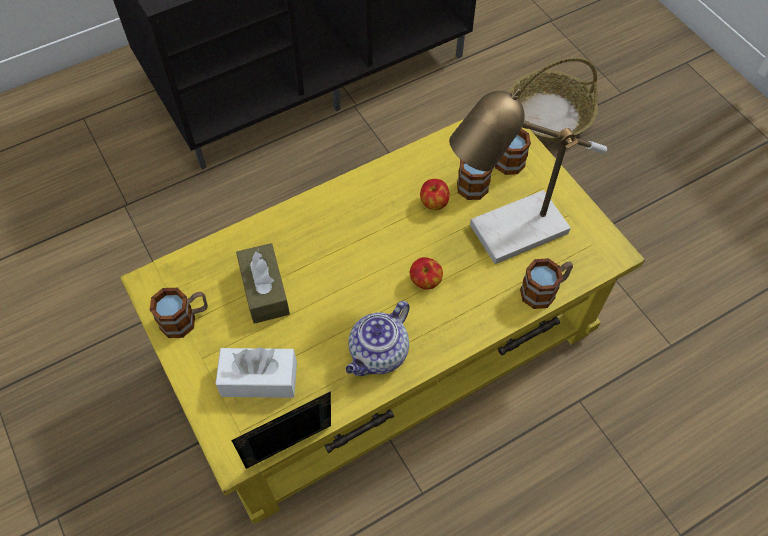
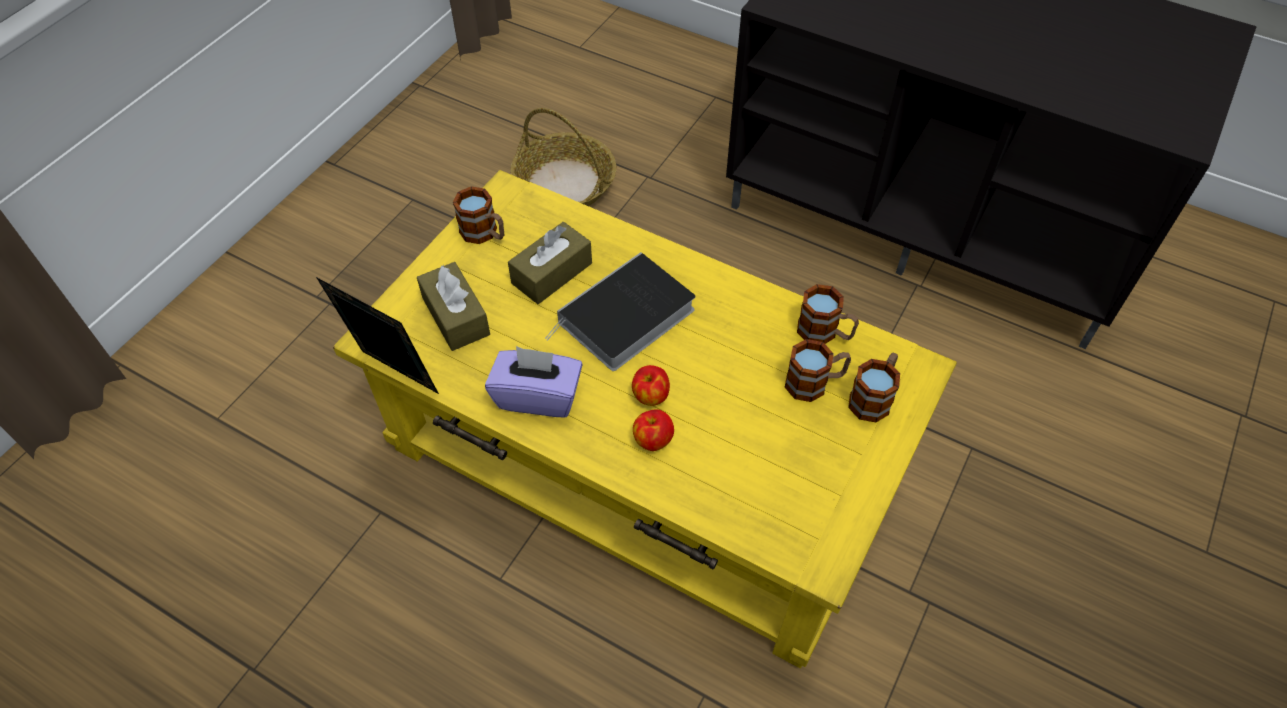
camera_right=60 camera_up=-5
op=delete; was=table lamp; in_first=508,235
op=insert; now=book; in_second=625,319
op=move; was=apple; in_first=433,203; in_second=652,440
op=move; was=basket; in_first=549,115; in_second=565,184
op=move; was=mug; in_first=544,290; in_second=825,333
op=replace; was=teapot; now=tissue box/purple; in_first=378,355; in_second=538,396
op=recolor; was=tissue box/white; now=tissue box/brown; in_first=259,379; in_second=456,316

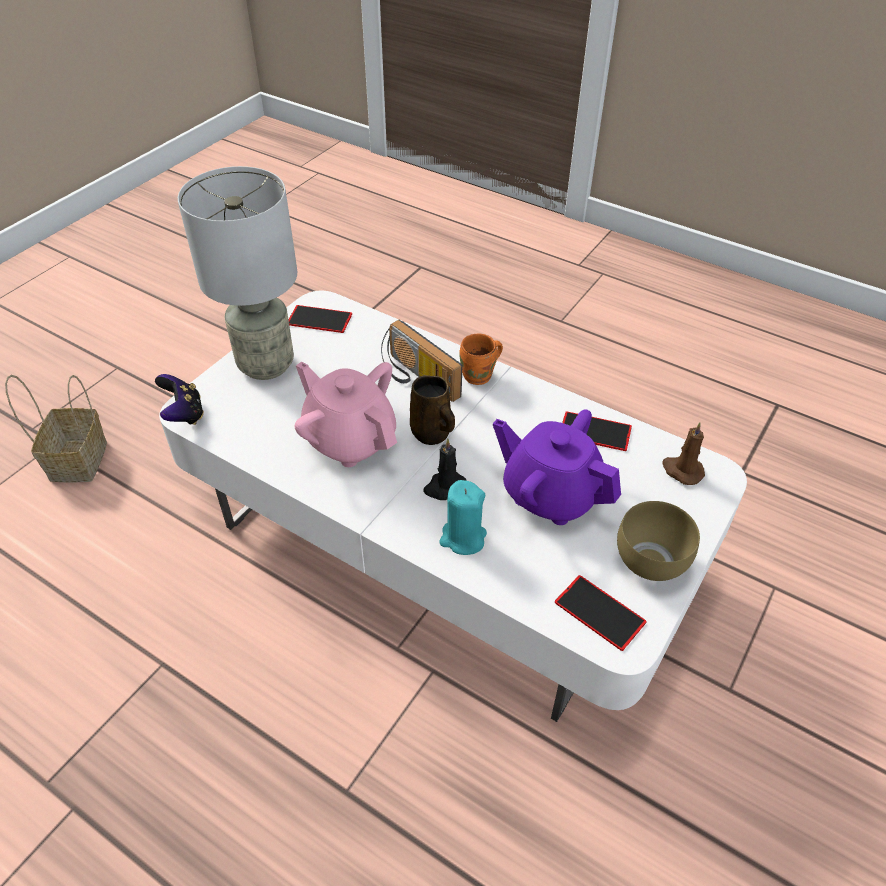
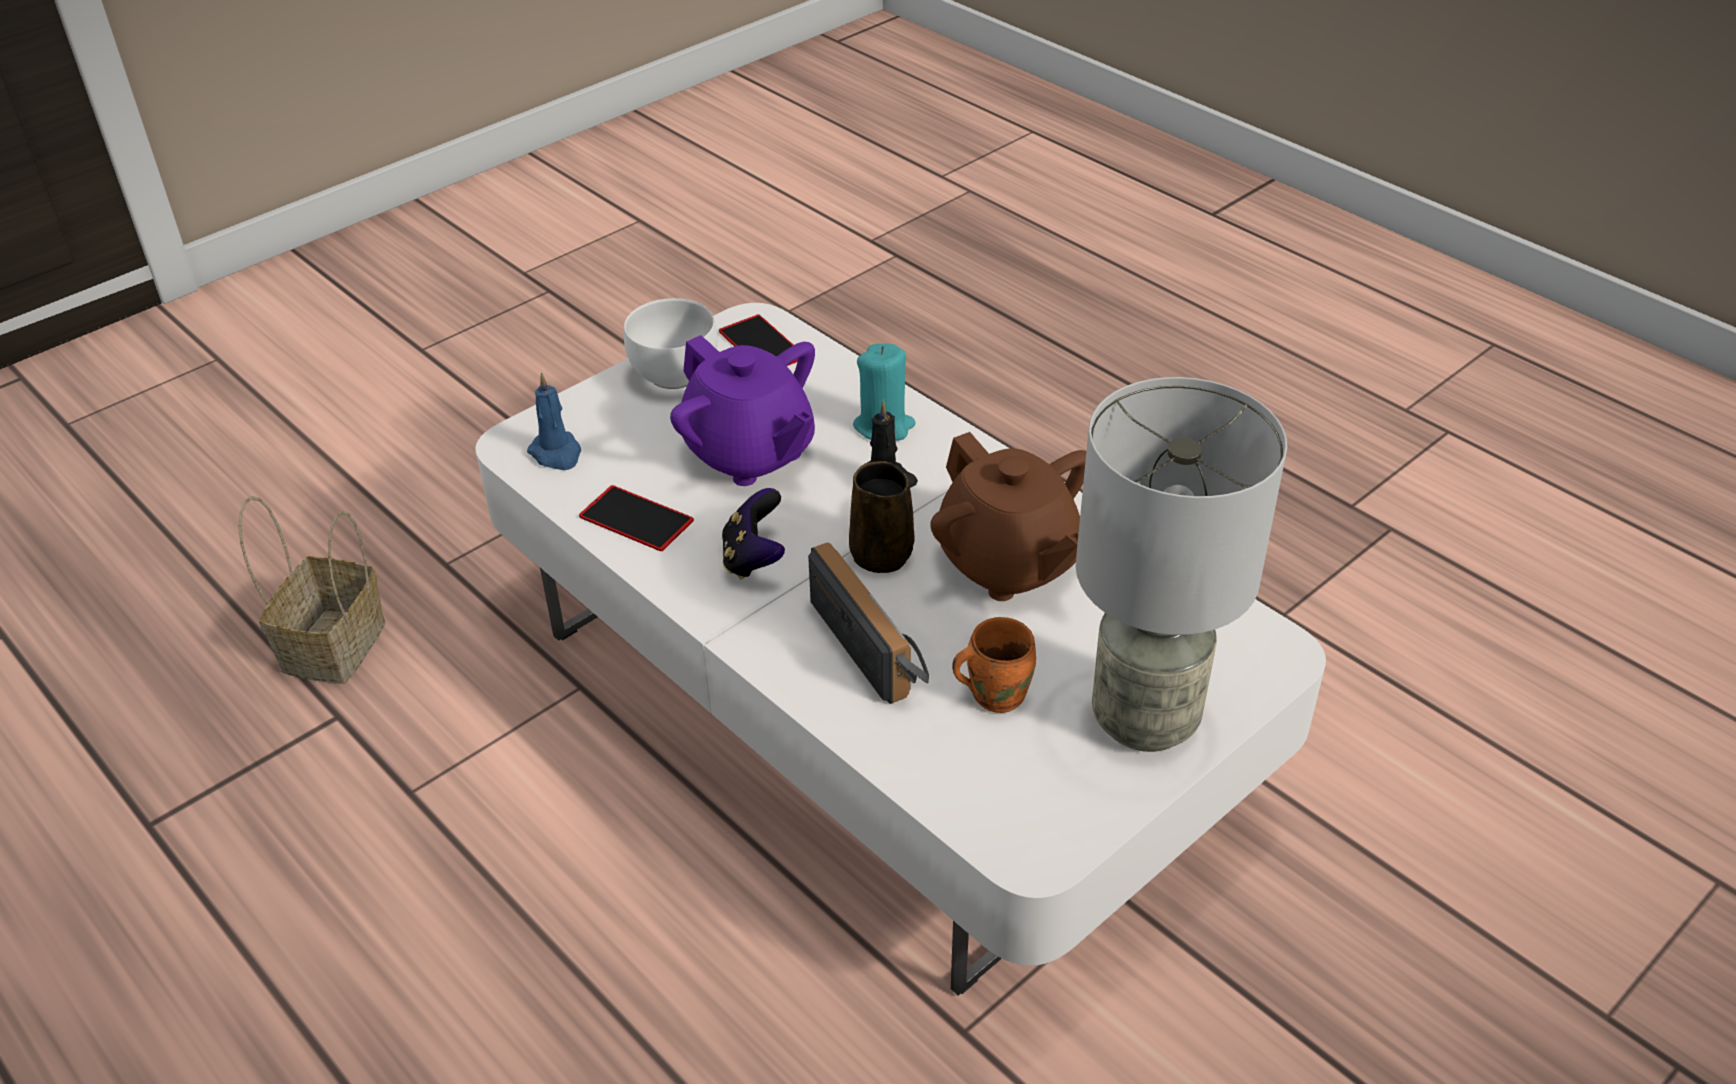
camera_right=-165 camera_up=-5
op=delete; was=phone; in_first=319,319
op=move; was=basket; in_first=78,459; in_second=334,649
op=move; was=game controller; in_first=184,414; in_second=754,559
op=move; was=mug/orange; in_first=480,376; in_second=994,693
op=recolor; was=teapot/pink; now=teapot/brown; in_first=350,439; in_second=1008,564
op=recolor; was=bowl/brown; now=bowl/white; in_first=653,561; in_second=671,374
op=recolor; was=candle/brown; now=candle/blue; in_first=682,470; in_second=557,454

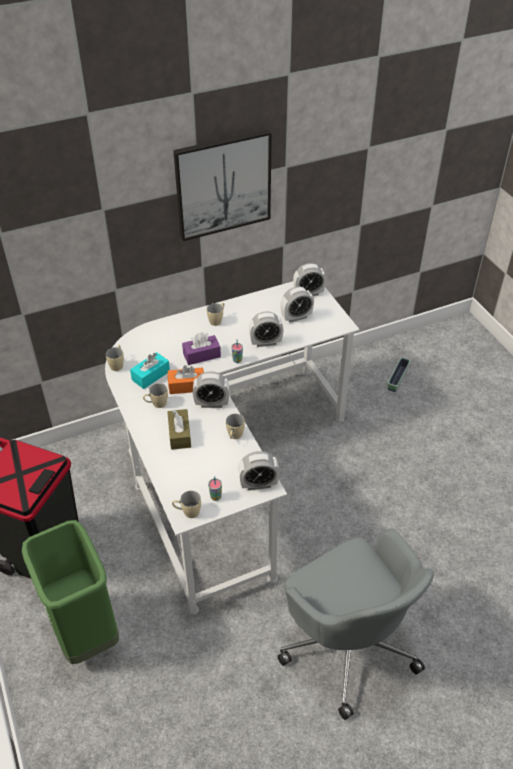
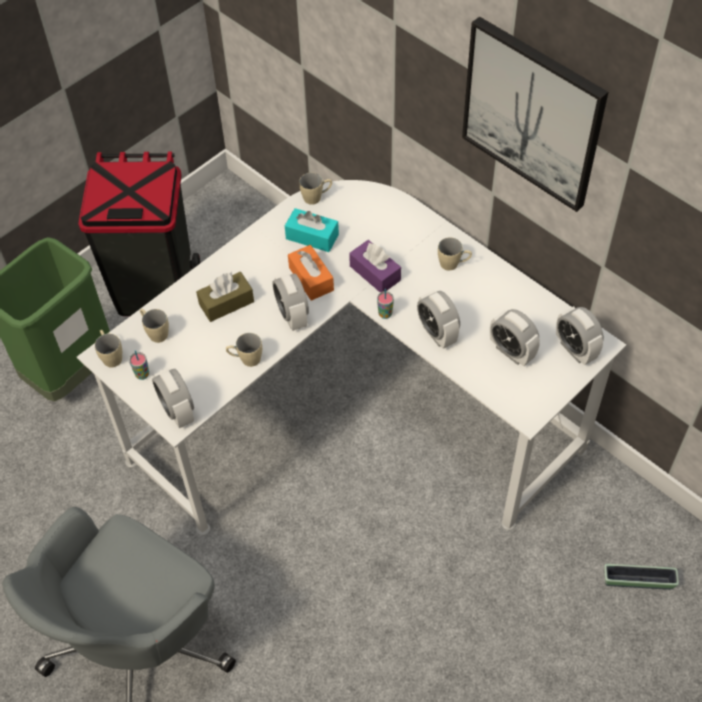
camera_right=70 camera_up=10
op=move; was=mug/beige; in_first=156,404; in_second=155,332

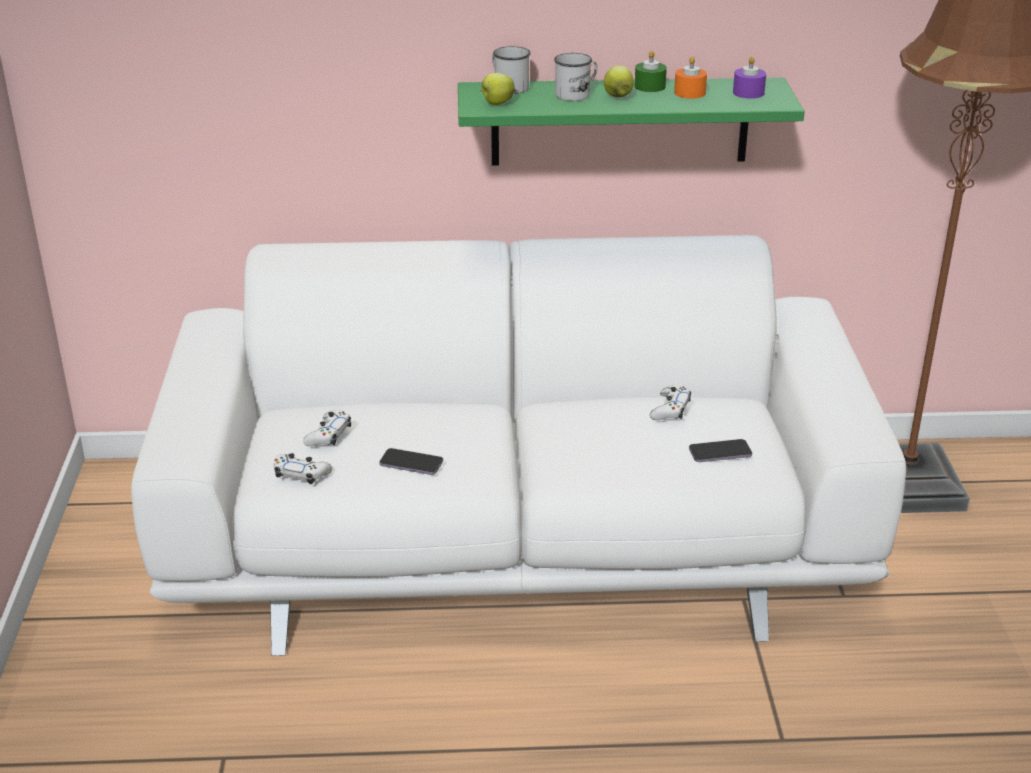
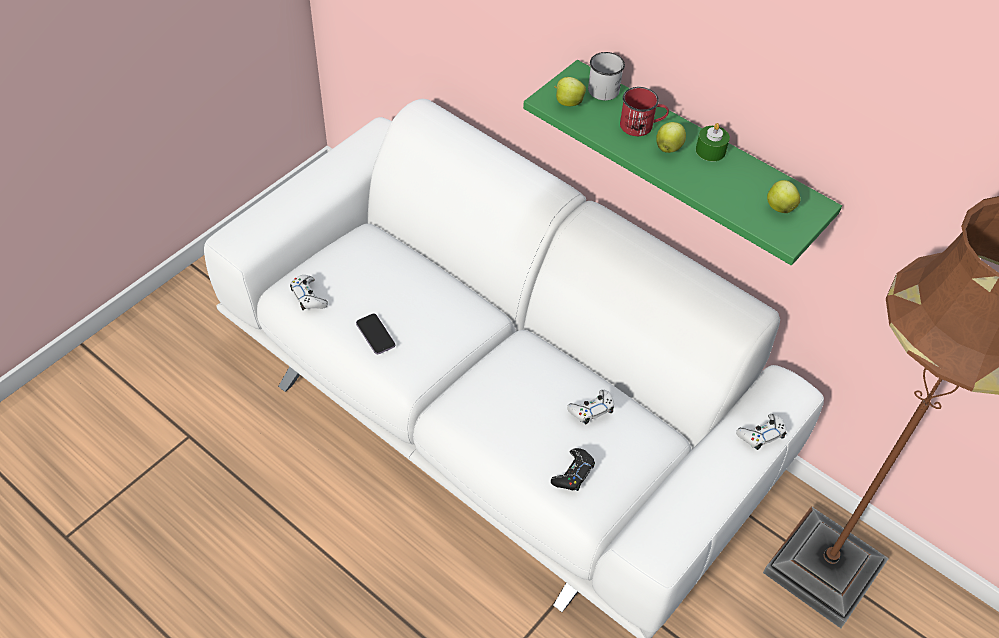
camera_right=40 camera_up=20
op=delete; was=candle/orange; in_first=689,93
op=move; was=game controller/white; in_first=328,435; in_second=761,434
op=replace; was=phone; now=game controller/black; in_first=720,452; in_second=573,473
op=replace; was=candle/purple; now=apple; in_first=748,93; in_second=779,207
op=recolor; was=mug/white; now=mug/red; in_first=577,94; in_second=641,126

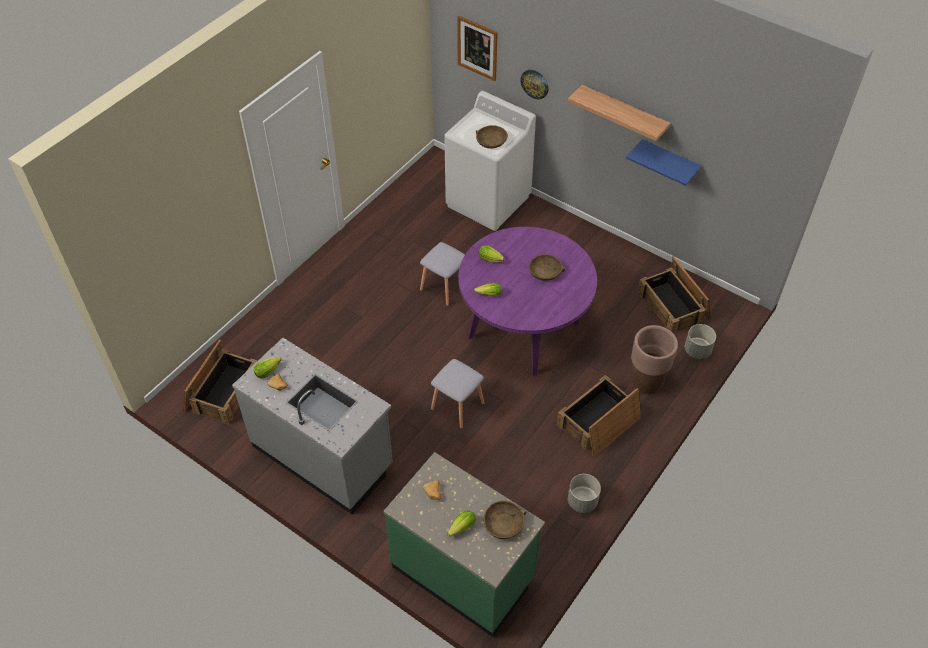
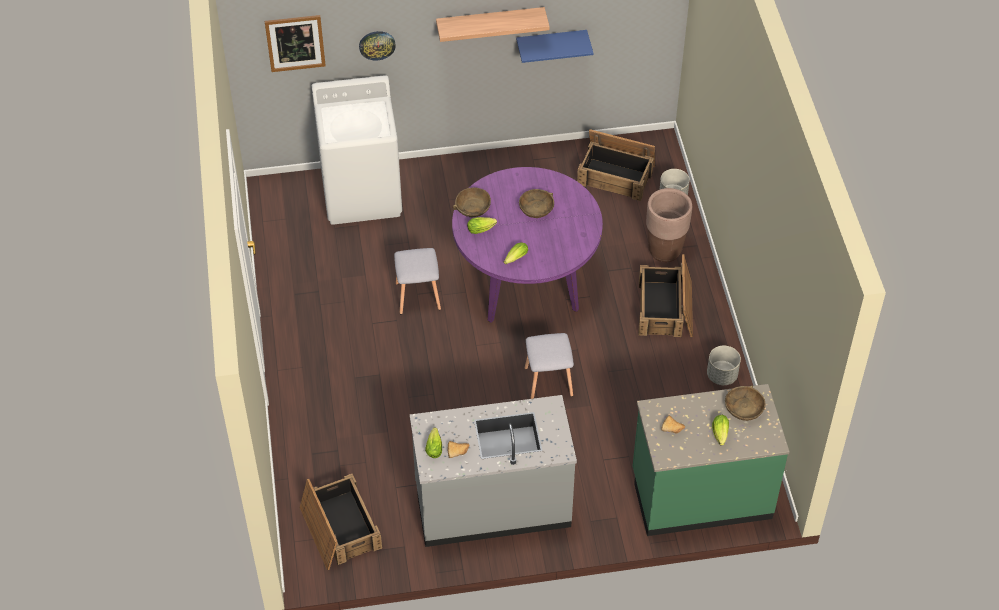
camera_right=-45 camera_up=0
op=move; was=bowl/brown; in_first=491,141; in_second=472,207

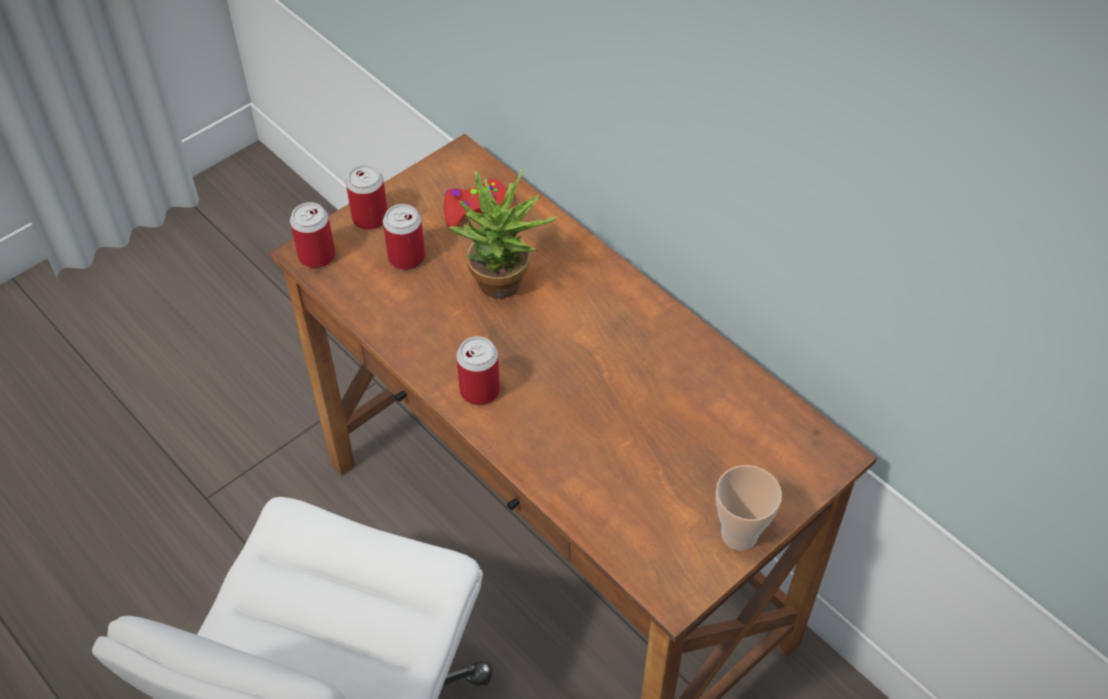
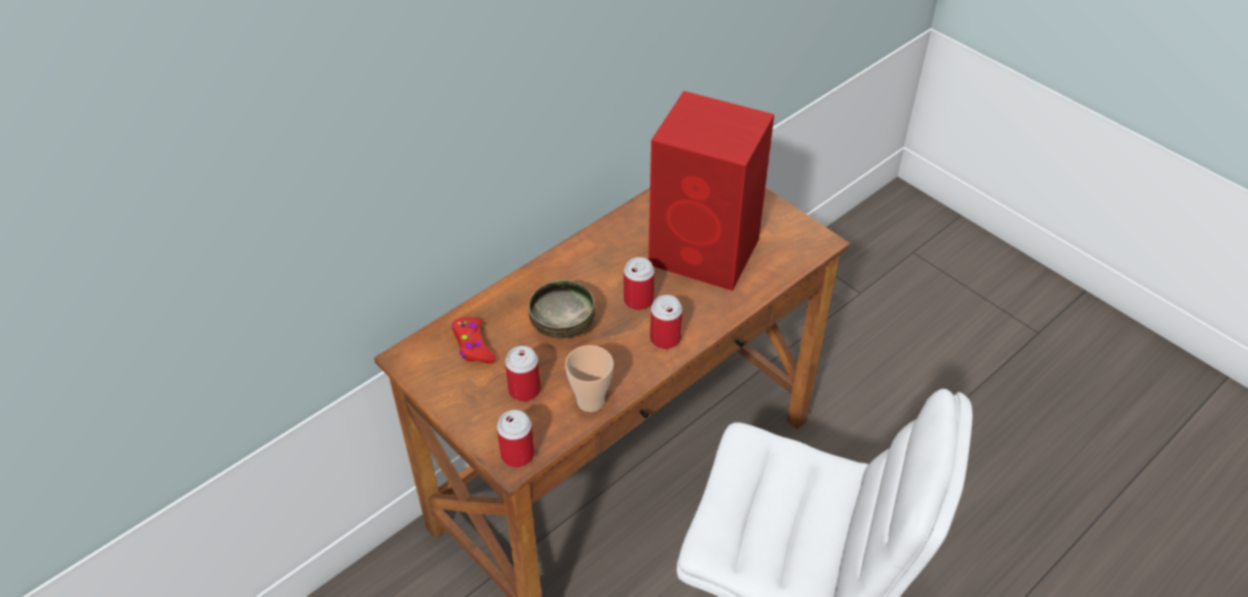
camera_right=-90 camera_up=-5
op=insert; now=speaker/red; in_second=707,252
op=move; was=can; in_first=370,218; in_second=638,300
op=move; was=cup; in_first=739,535; in_second=590,401
op=replace; was=potted plant; now=bowl; in_first=504,289; in_second=563,326

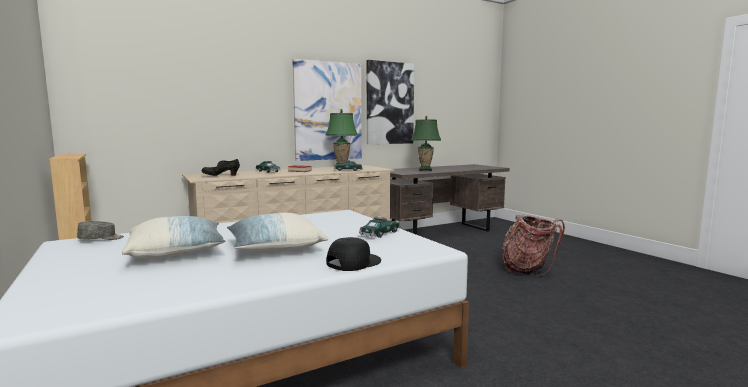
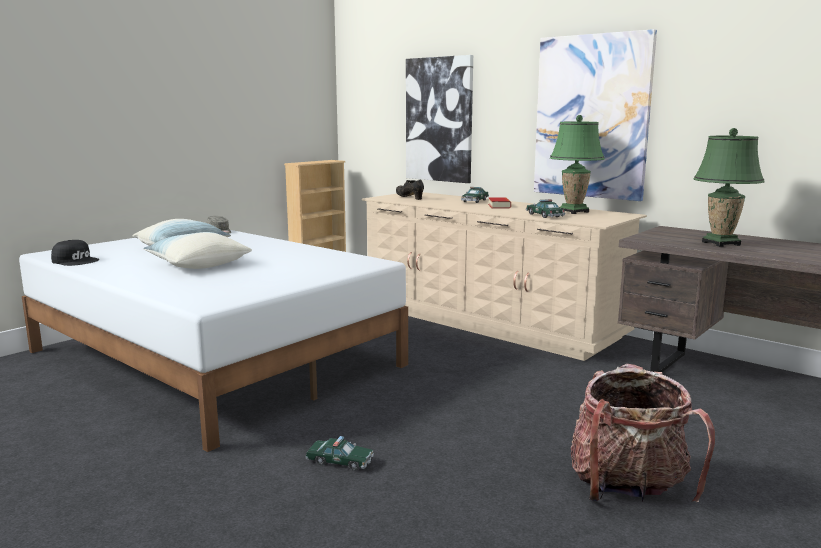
camera_right=70 camera_up=5
op=move; was=cap/black; in_first=353,262; in_second=76,261
op=move; was=toy car; in_first=380,233; in_second=340,461
op=move; was=picture; in_first=389,103; in_second=439,120

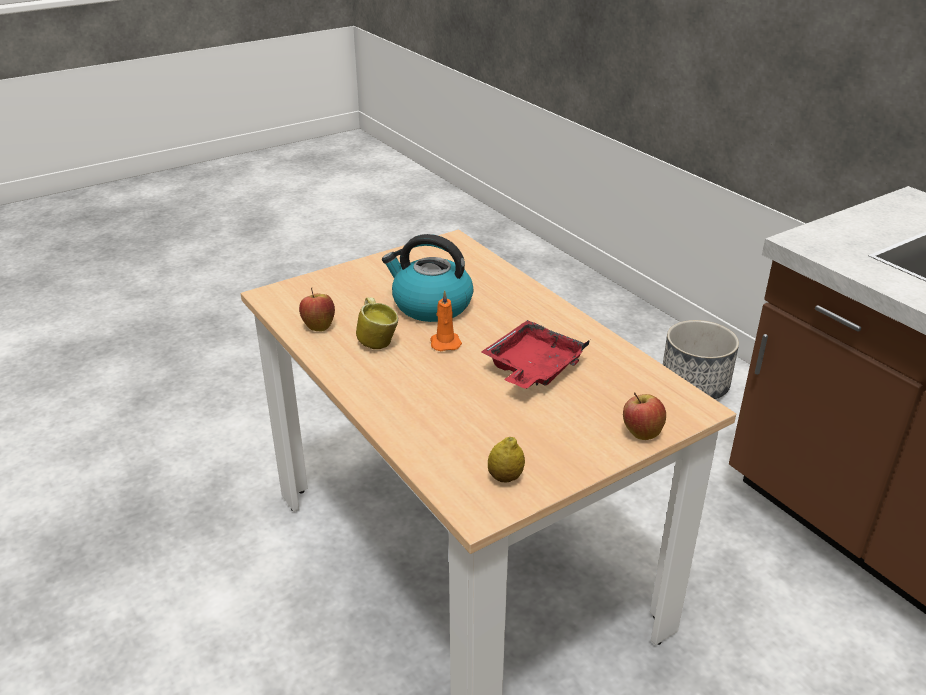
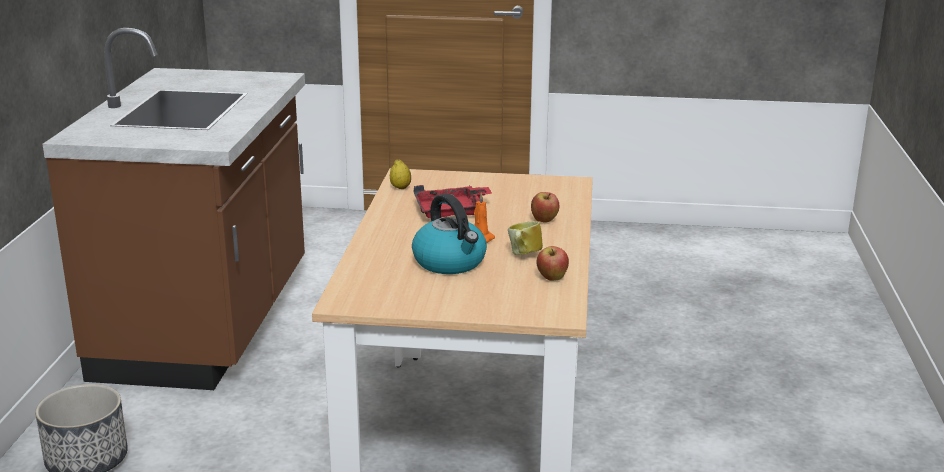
camera_right=-140 camera_up=-10
op=move; was=lemon; in_first=505,477; in_second=400,188
op=move; was=apple; in_first=641,433; in_second=544,221

